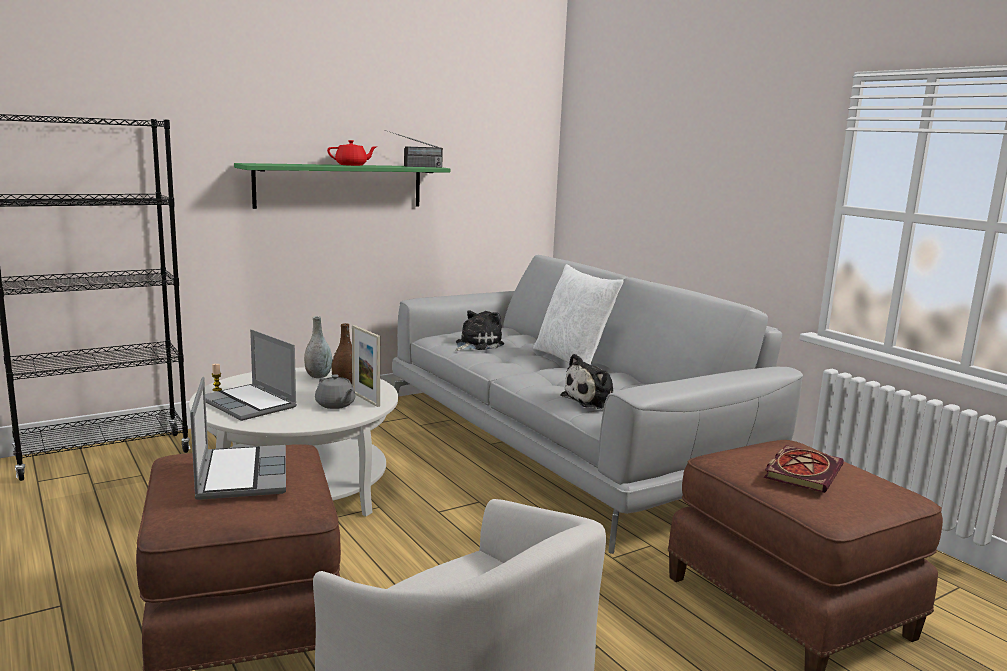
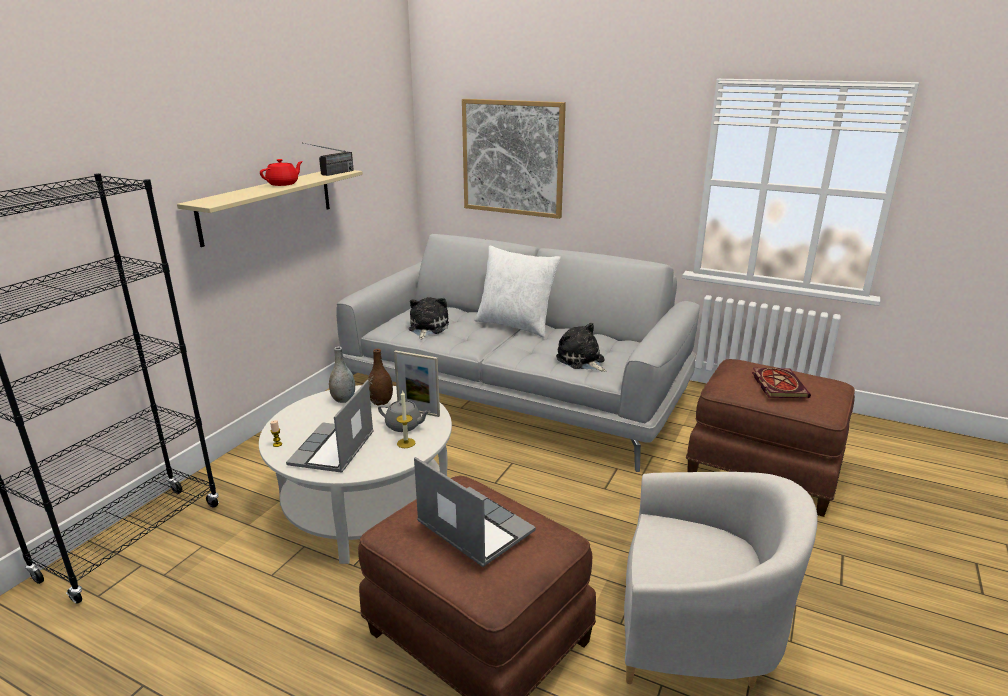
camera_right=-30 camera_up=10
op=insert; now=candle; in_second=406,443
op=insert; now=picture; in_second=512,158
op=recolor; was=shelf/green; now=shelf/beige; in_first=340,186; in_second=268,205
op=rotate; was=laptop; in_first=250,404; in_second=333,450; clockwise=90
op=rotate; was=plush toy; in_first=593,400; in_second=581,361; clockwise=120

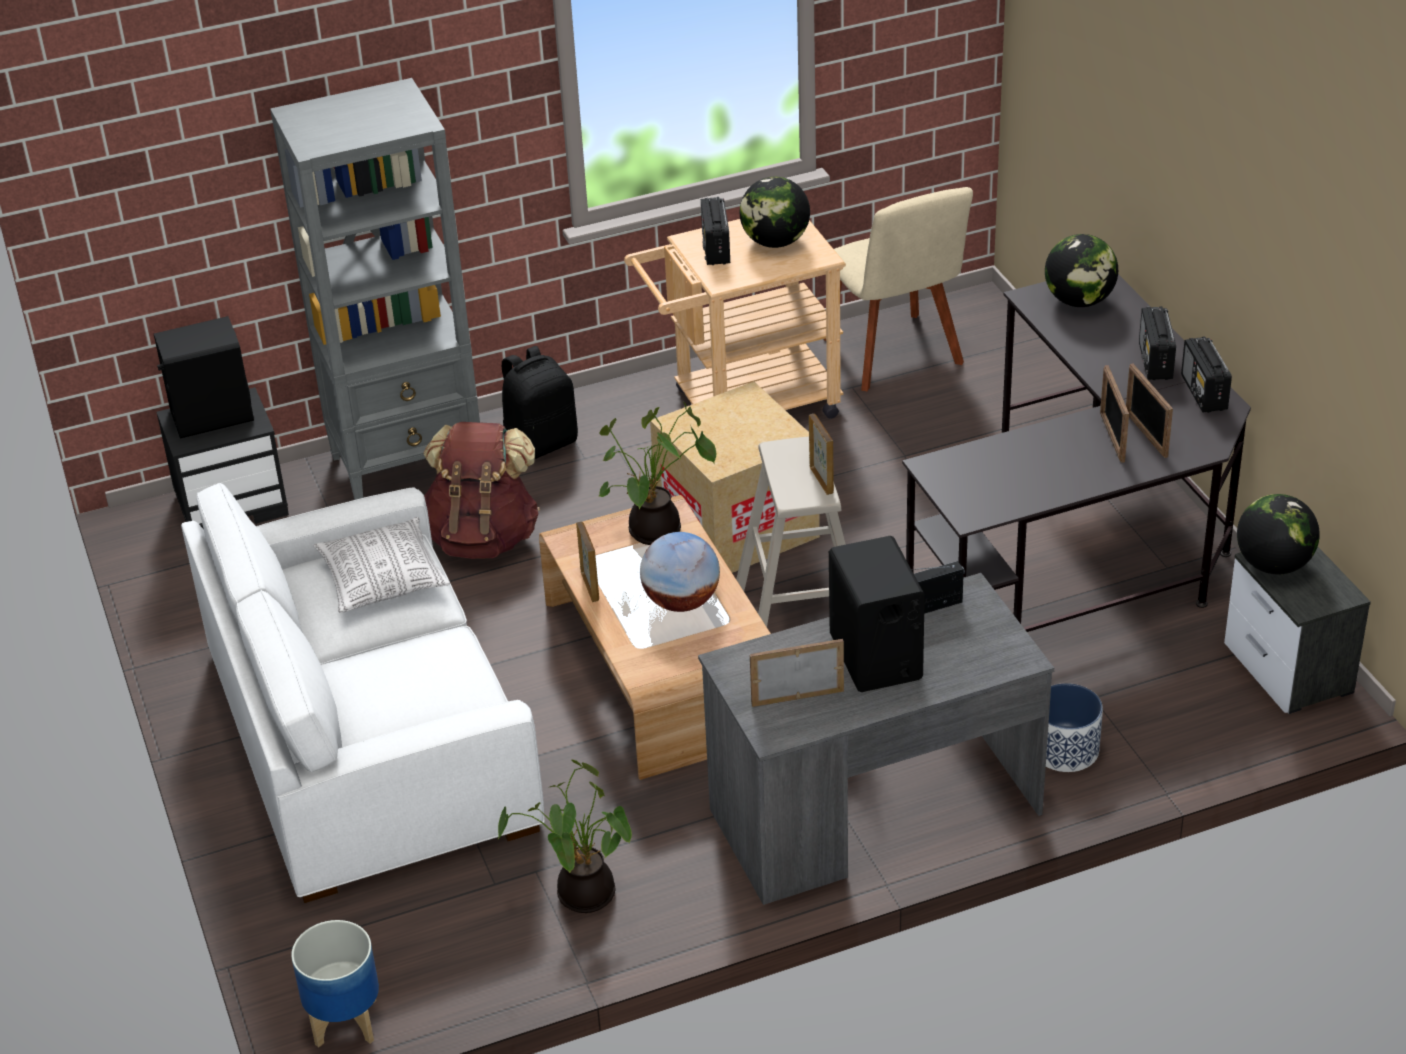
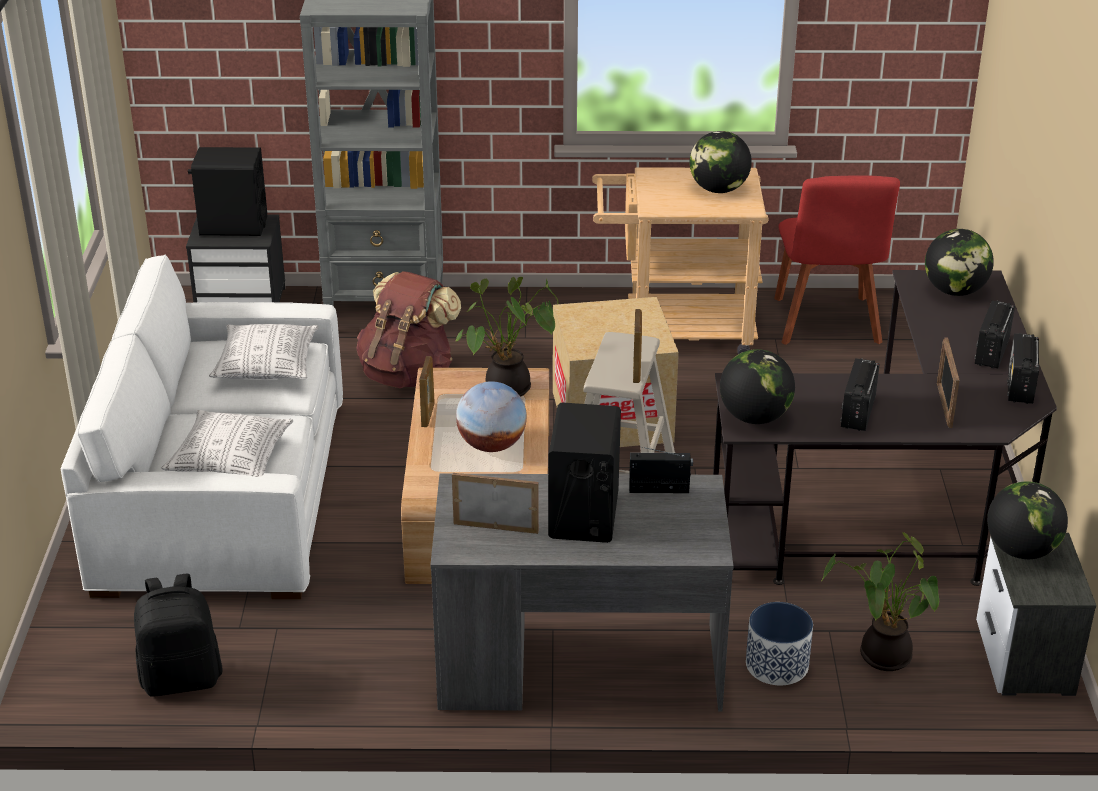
camera_right=20 camera_up=-5
op=delete; was=planter; in_first=344,1022
op=delete; was=picture frame; in_first=1112,437
op=insert; now=pillow; in_second=231,460
op=insert; now=globe; in_second=754,417
op=move; was=potted plant; in_first=581,896; in_second=880,656
op=move; was=backpack/black; in_first=541,443; in_second=182,678
op=move; was=radio; in_first=716,249; in_second=857,413
op=recolor; was=chair/beige; now=chair/red; in_first=895,355; in_second=827,324

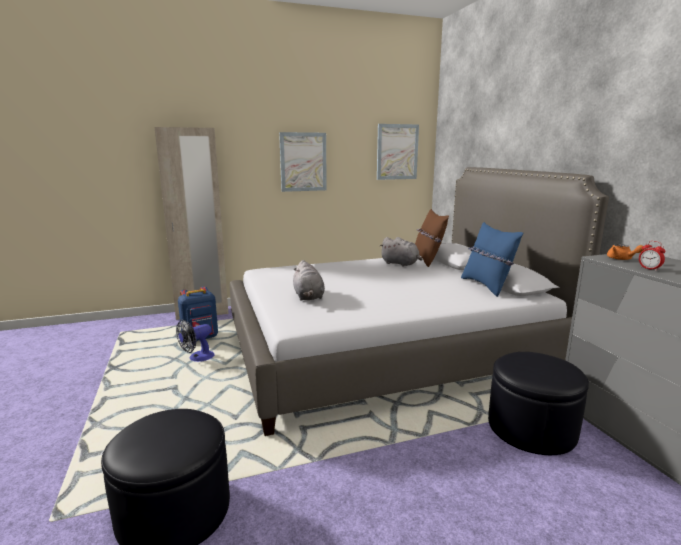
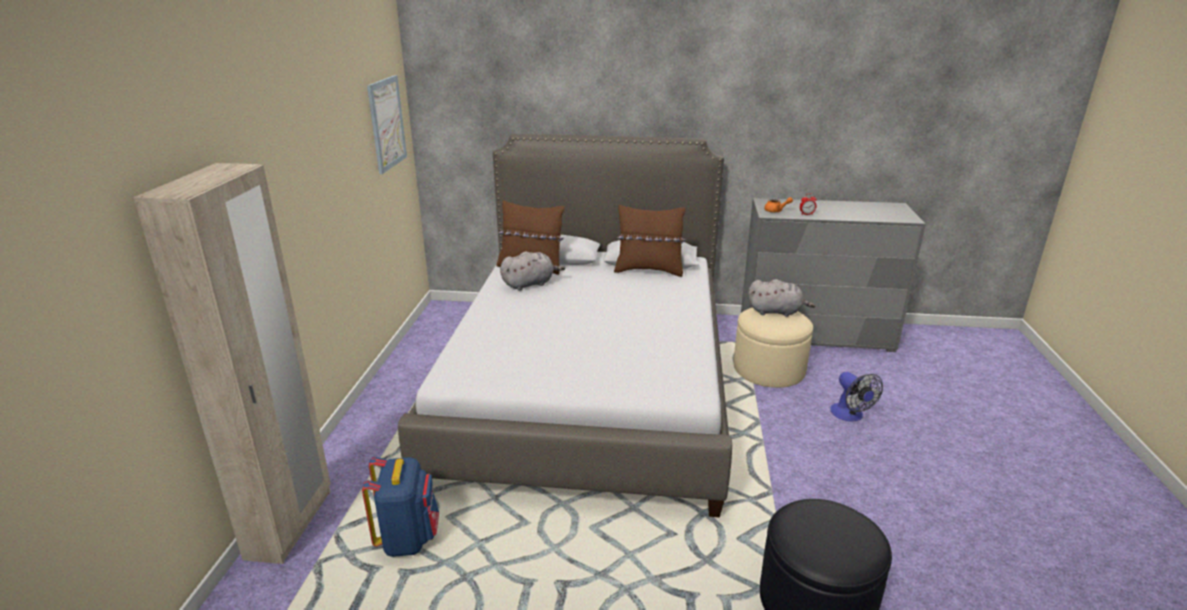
camera_right=-65 camera_up=10
op=delete; was=picture; in_first=303,162
op=move; was=fan; in_first=197,358; in_second=850,415
op=move; was=plush toy/grey; in_first=308,297; in_second=776,312
op=recolor; was=pillow/blue; now=pillow/brown; in_first=487,286; in_second=649,270
op=recolor; was=ottoman/black; now=ottoman/beige; in_first=531,428; in_second=769,369

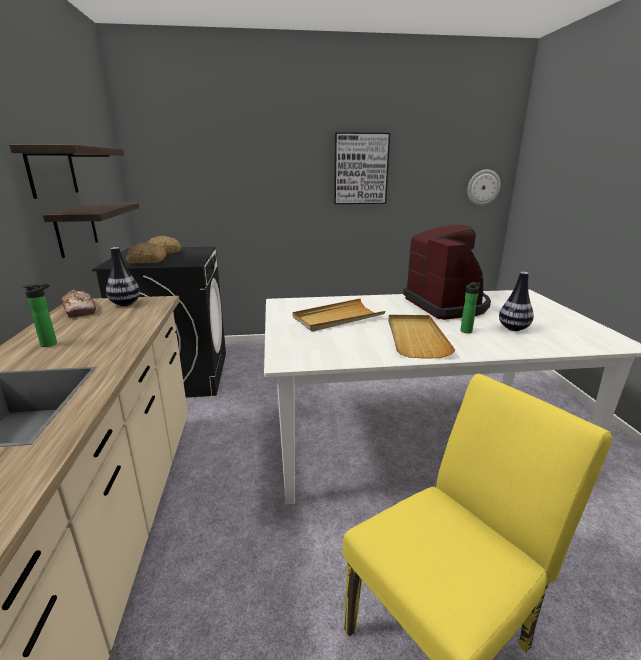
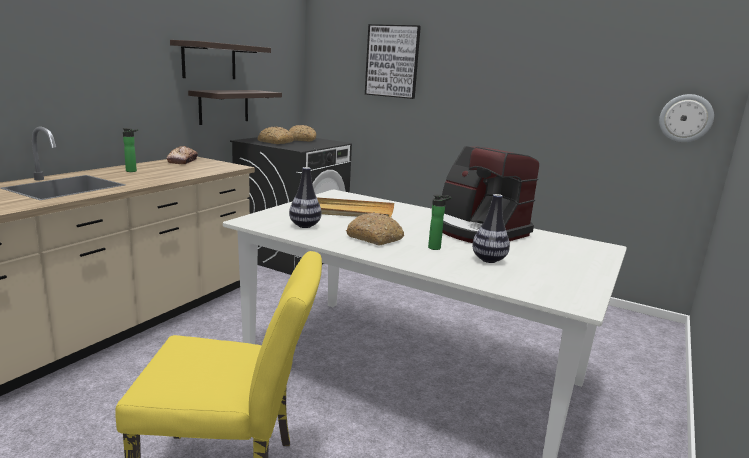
camera_right=35 camera_up=-5
op=move; was=vase; in_first=125,304; in_second=305,226
op=move; was=picture; in_first=360,169; in_second=392,61
op=replace; was=tray/beige; now=bread; in_first=415,338; in_second=375,238
op=rotate; was=coffee machine; in_first=447,305; in_second=477,230; clockwise=120

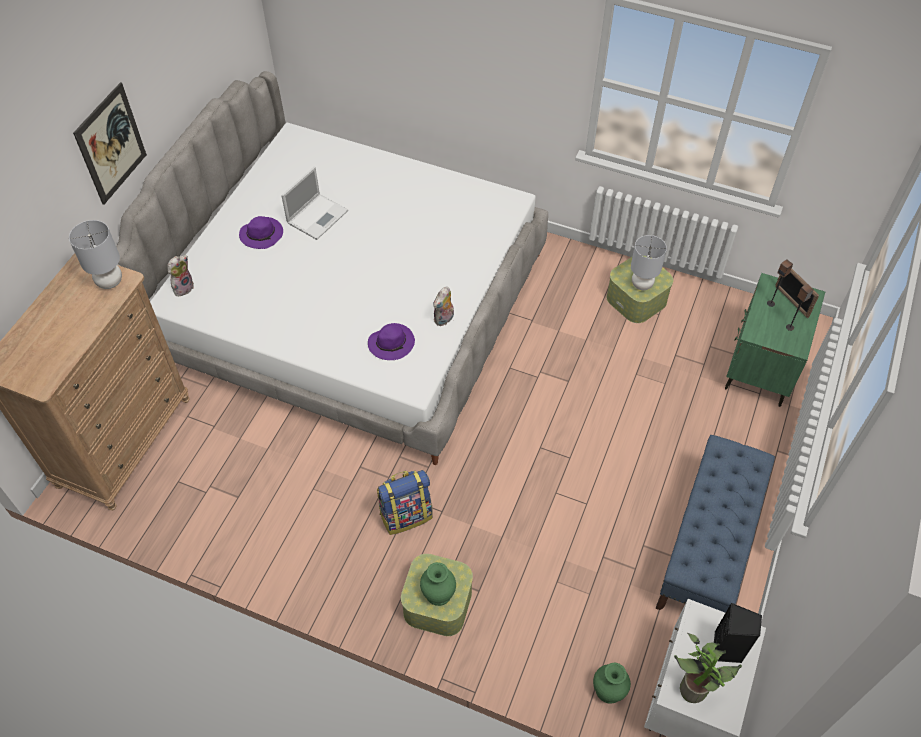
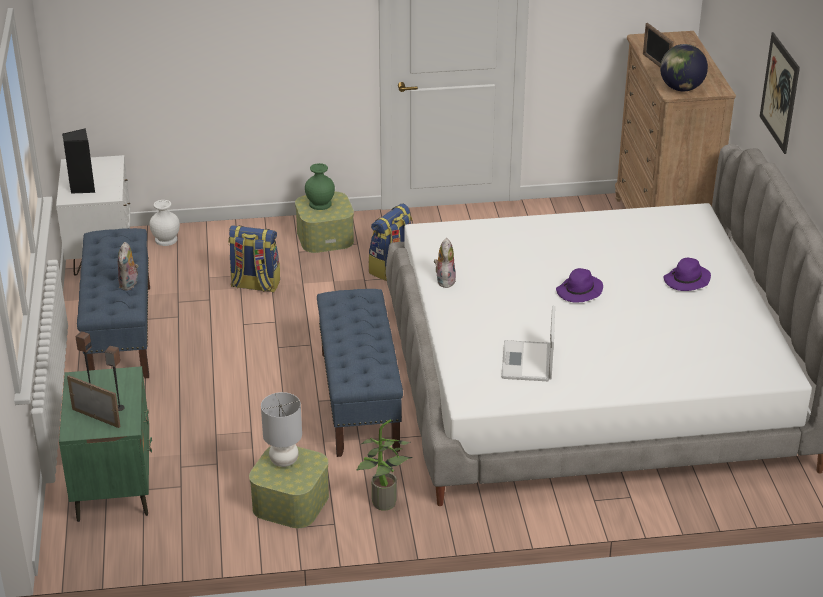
camera_right=150 camera_up=-20
op=insert; now=backpack; in_second=255,285
op=insert; now=bench/blue; in_second=359,401
op=insert; now=picture frame; in_second=656,64
op=move; was=plush toy; in_first=183,287; in_second=129,285
op=move; was=laptop; in_first=318,216; in_second=527,362
op=move; was=hat/purple; in_first=392,343; in_second=579,292
op=move; was=potted plant; in_first=695,688; in_second=382,505
op=replace; was=table lamp/grey; now=globe; in_first=110,282; in_second=681,88
op=recolor; was=vase/green; now=vase/white; in_first=609,690; in_second=165,240

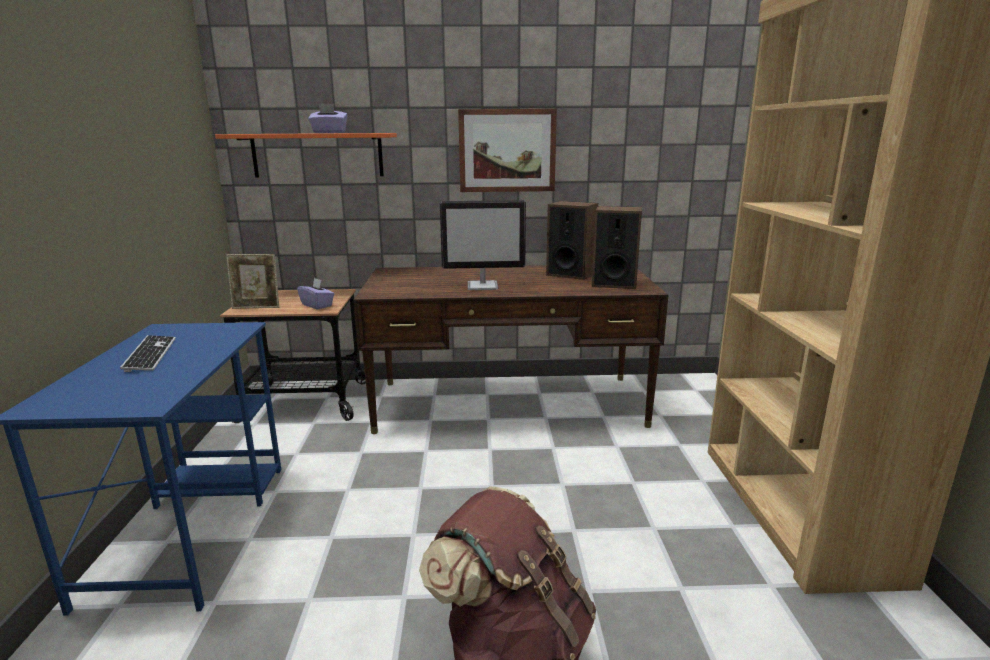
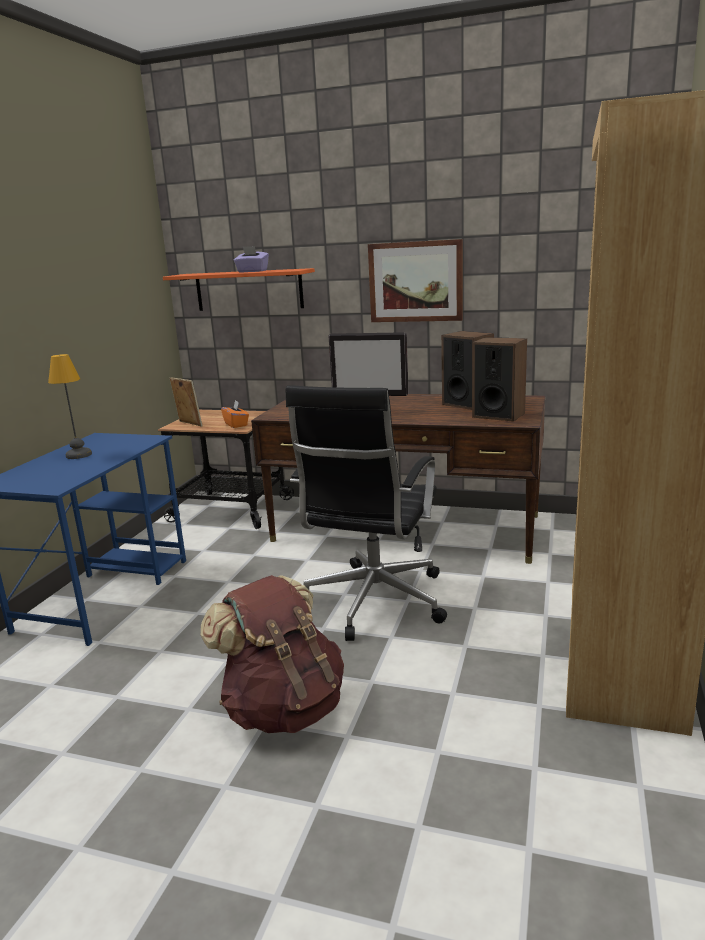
camera_right=20 camera_up=0
op=insert; now=office chair/black; in_second=373,602
op=replace; was=keyboard; now=table lamp; in_first=150,355; in_second=78,455
op=recolor; was=tissue box/purple; now=tissue box/orange; in_first=317,305; in_second=236,424
op=rotate; was=picture frame; in_first=257,307; in_second=189,424; clockwise=-150

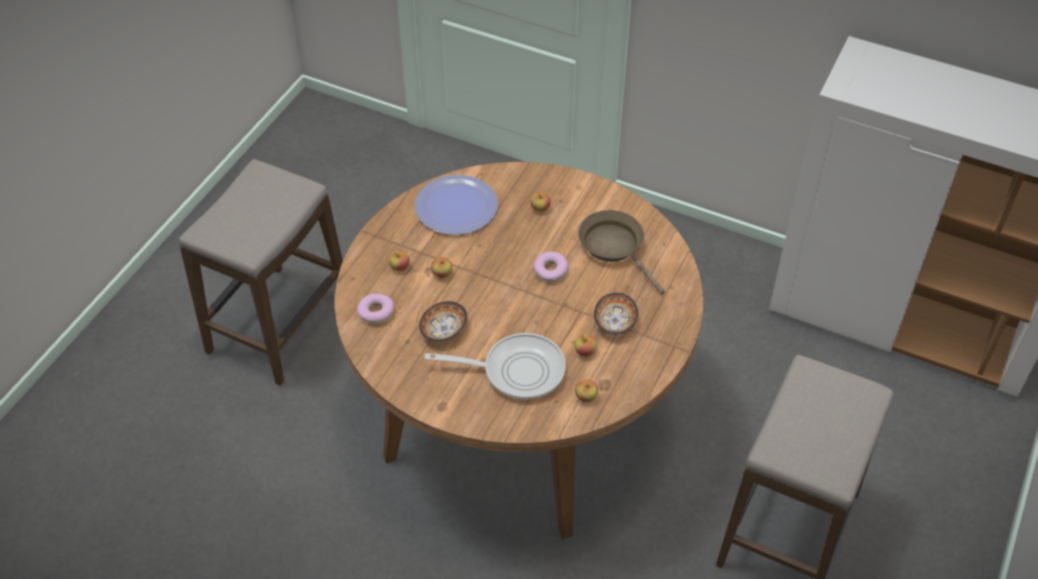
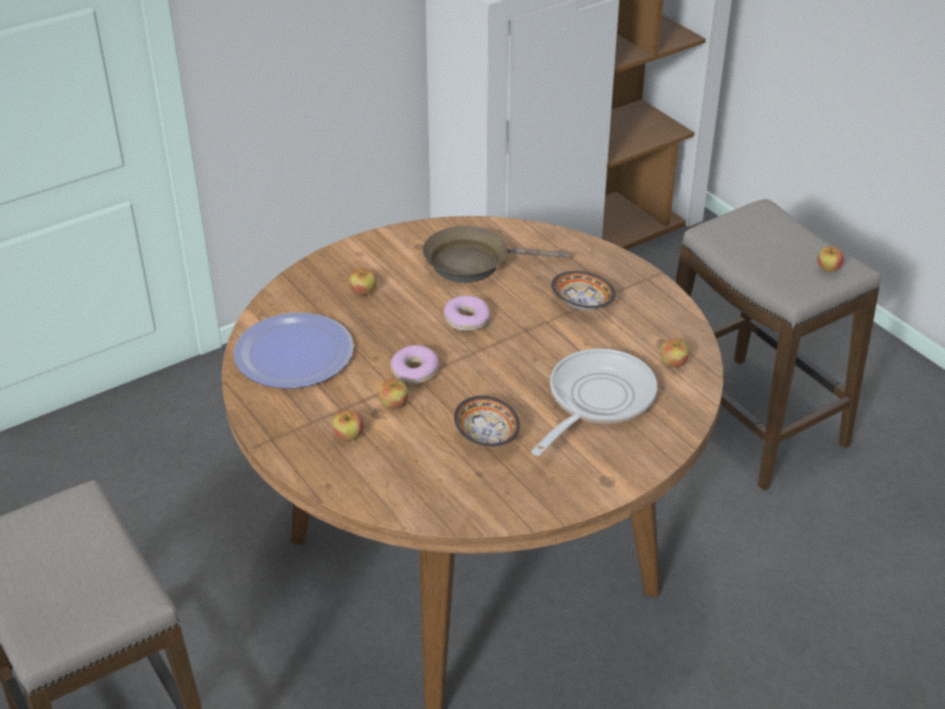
camera_right=-60 camera_up=-10
op=move; was=donut; in_first=376,313; in_second=414,371
op=move; was=apple; in_first=585,352; in_second=828,269

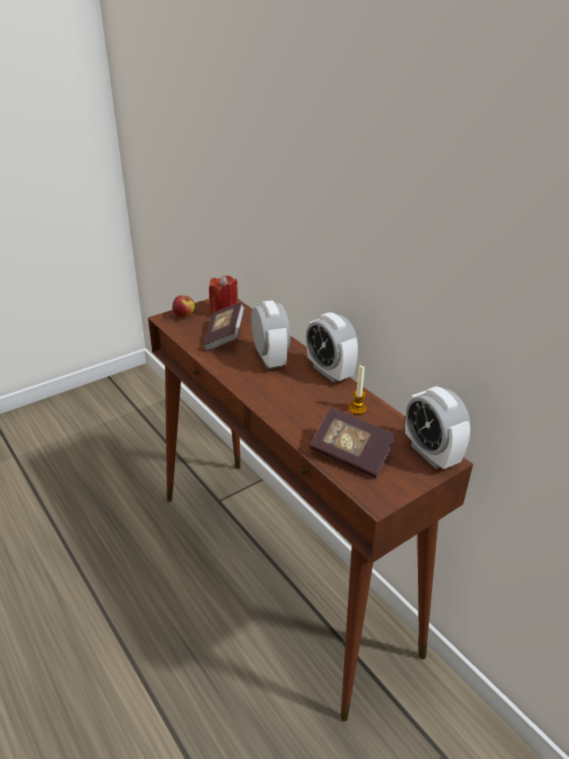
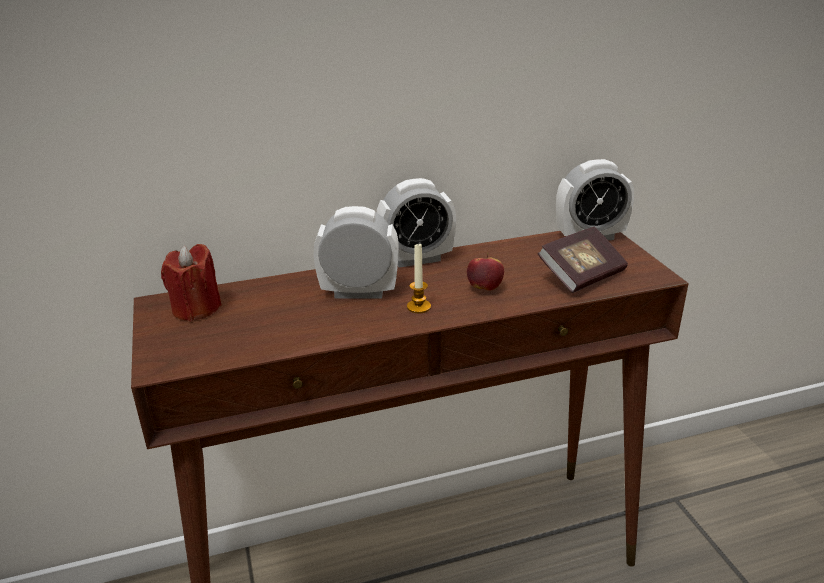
camera_right=-70 camera_up=-5
op=delete; was=book; in_first=224,337
op=move; was=apple; in_first=184,316; in_second=484,288
op=move; was=candle; in_first=357,409; in_second=418,307

